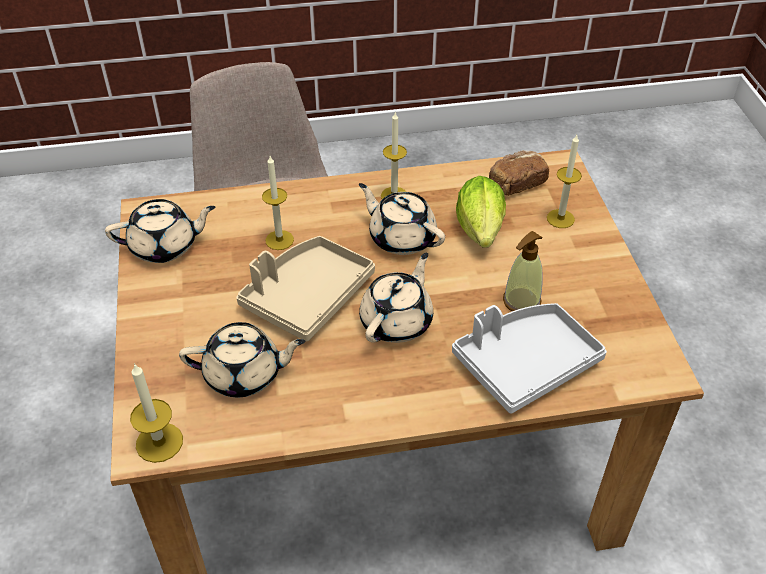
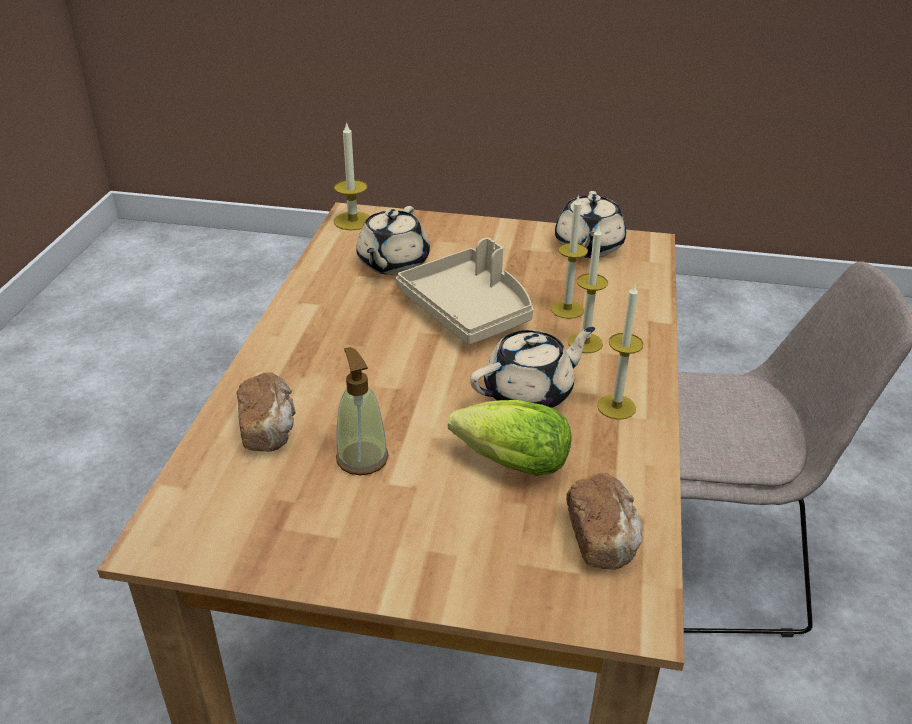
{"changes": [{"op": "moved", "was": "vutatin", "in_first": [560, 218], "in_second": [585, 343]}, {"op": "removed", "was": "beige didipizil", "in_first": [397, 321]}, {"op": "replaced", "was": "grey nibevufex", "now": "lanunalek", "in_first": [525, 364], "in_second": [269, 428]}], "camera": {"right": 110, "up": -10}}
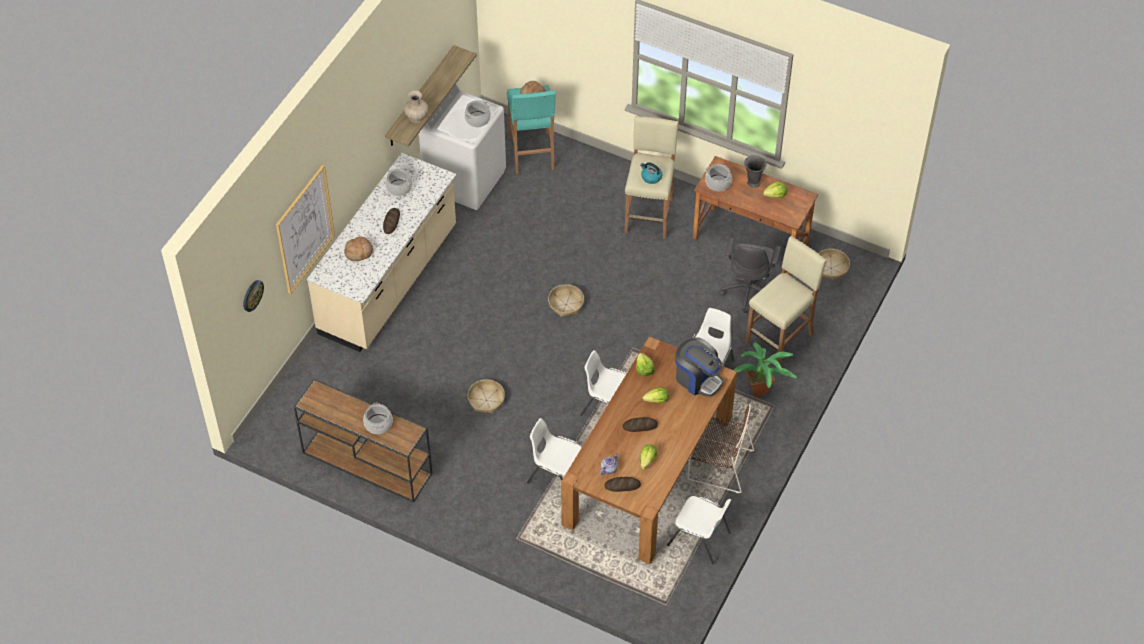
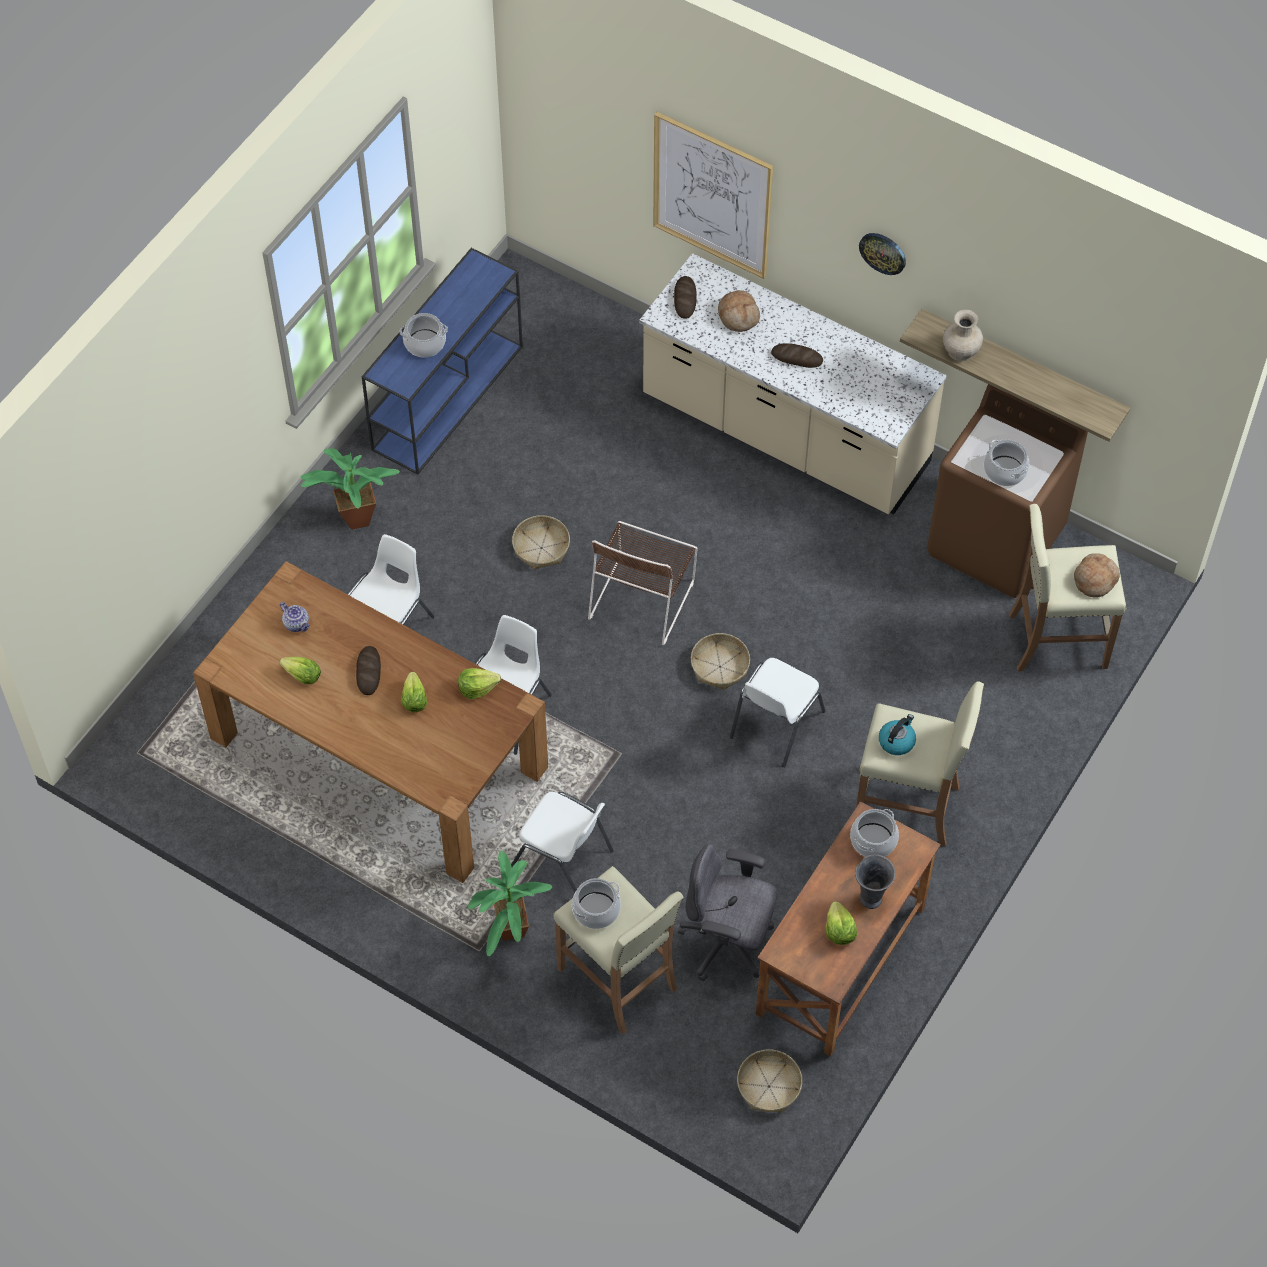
{"changes": [{"op": "recoloured", "was": "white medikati", "now": "brown medikati", "in_first": [465, 179], "in_second": [996, 541]}, {"op": "recoloured", "was": "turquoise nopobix", "now": "beige nopobix", "in_first": [532, 153], "in_second": [1056, 640]}, {"op": "moved", "was": "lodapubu", "in_first": [399, 188], "in_second": [596, 910]}, {"op": "moved", "was": "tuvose", "in_first": [252, 295], "in_second": [883, 252]}, {"op": "removed", "was": "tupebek", "in_first": [697, 378]}, {"op": "recoloured", "was": "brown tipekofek", "now": "blue tipekofek", "in_first": [366, 463], "in_second": [448, 396]}, {"op": "moved", "was": "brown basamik", "in_first": [718, 464], "in_second": [643, 597]}, {"op": "moved", "was": "lanunalek", "in_first": [622, 485], "in_second": [685, 299]}, {"op": "moved", "was": "white basamik", "in_first": [699, 539], "in_second": [775, 725]}, {"op": "added", "now": "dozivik", "in_second": [352, 519]}], "camera": {"right": 95, "up": 5}}
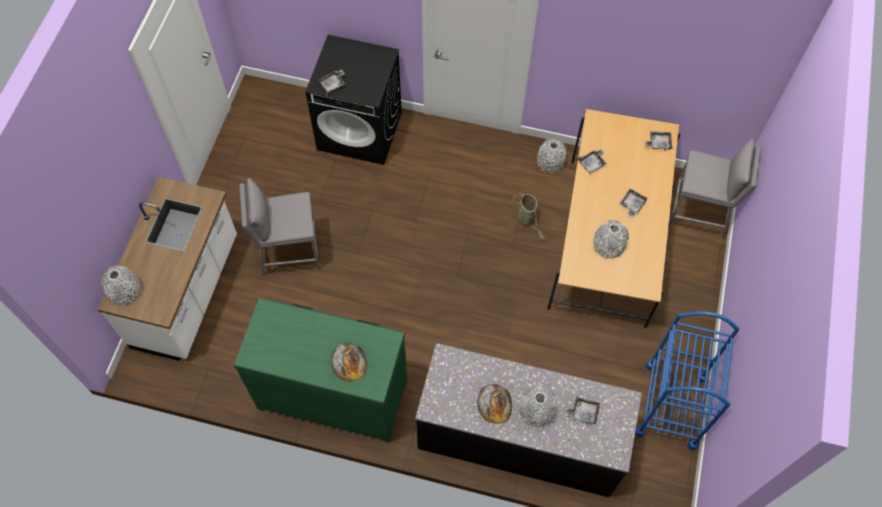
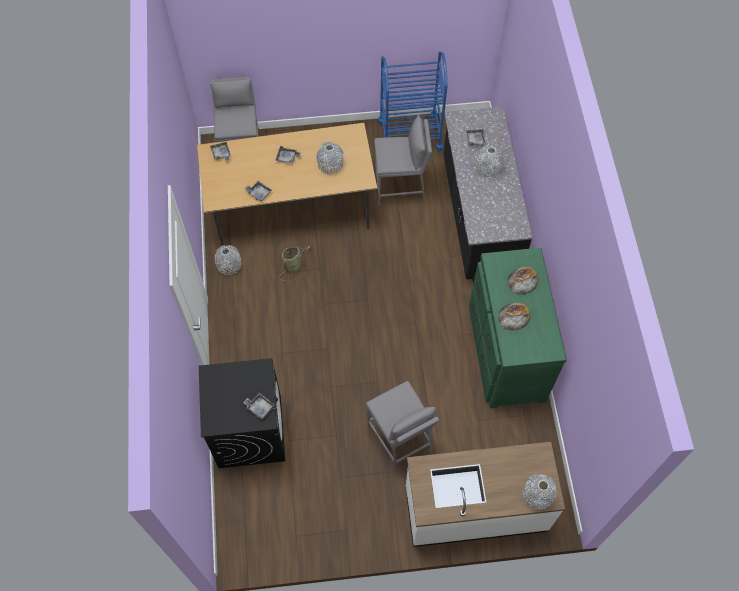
{"changes": [{"op": "moved", "was": "lanunalek", "in_first": [495, 403], "in_second": [514, 316]}, {"op": "added", "now": "grey nopobix", "in_second": [400, 188]}], "camera": {"right": -110, "up": 0}}
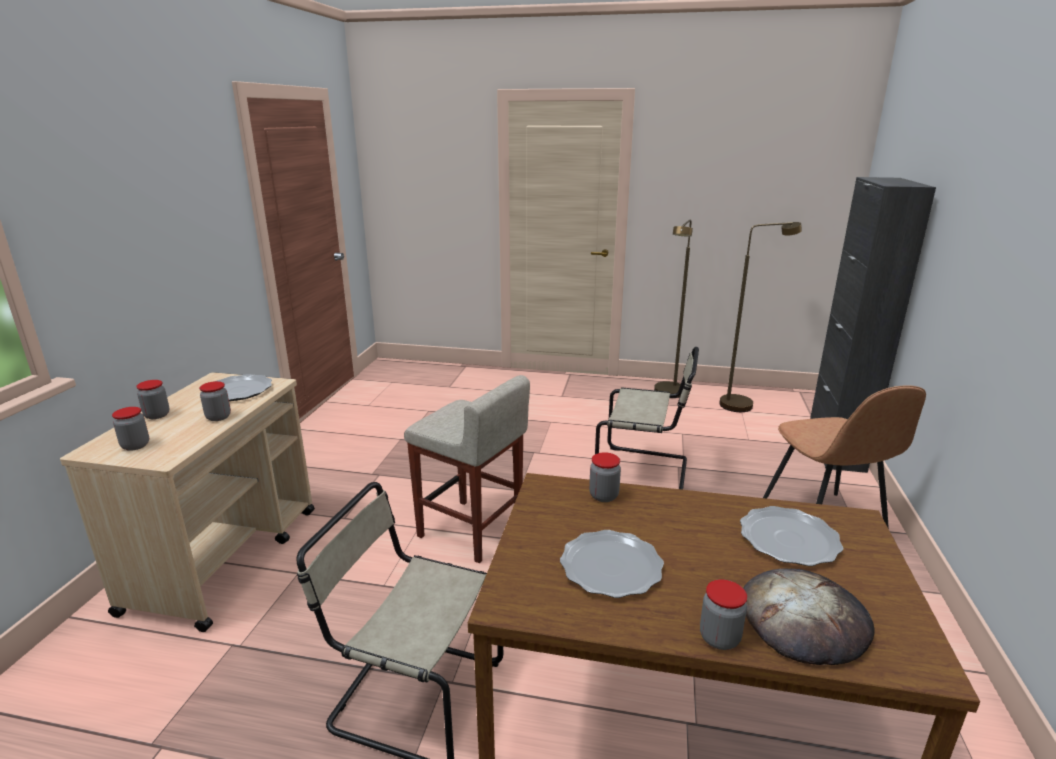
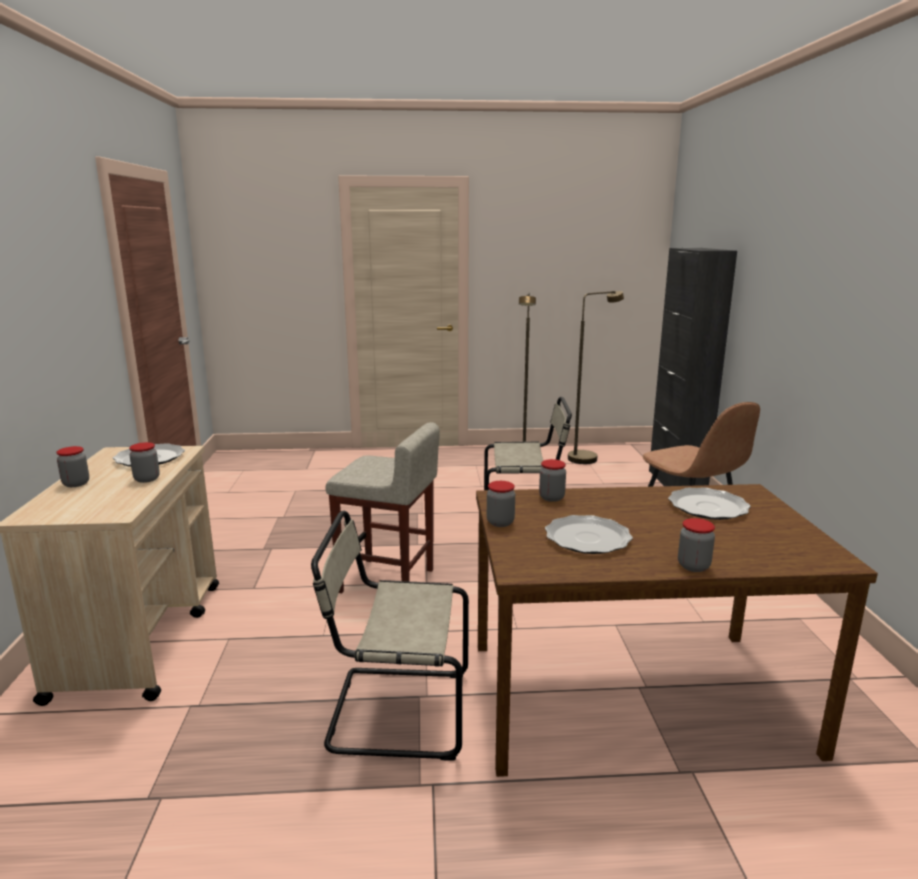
{"changes": [{"op": "moved", "was": "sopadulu", "in_first": [135, 445], "in_second": [500, 522]}, {"op": "removed", "was": "lanunalek", "in_first": [803, 620]}], "camera": {"right": -15, "up": -5}}
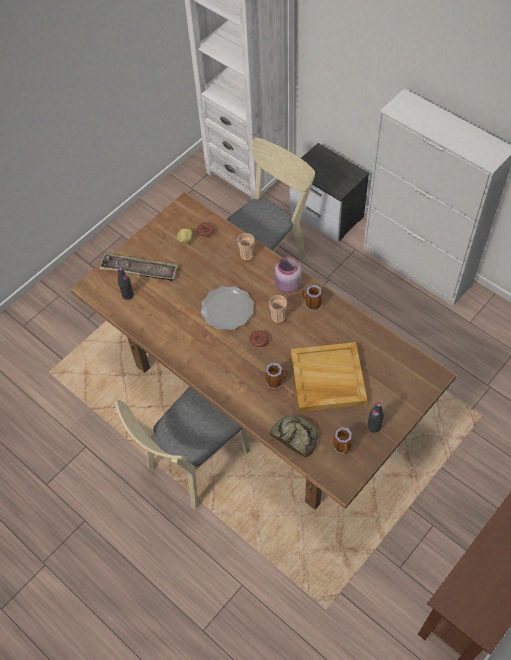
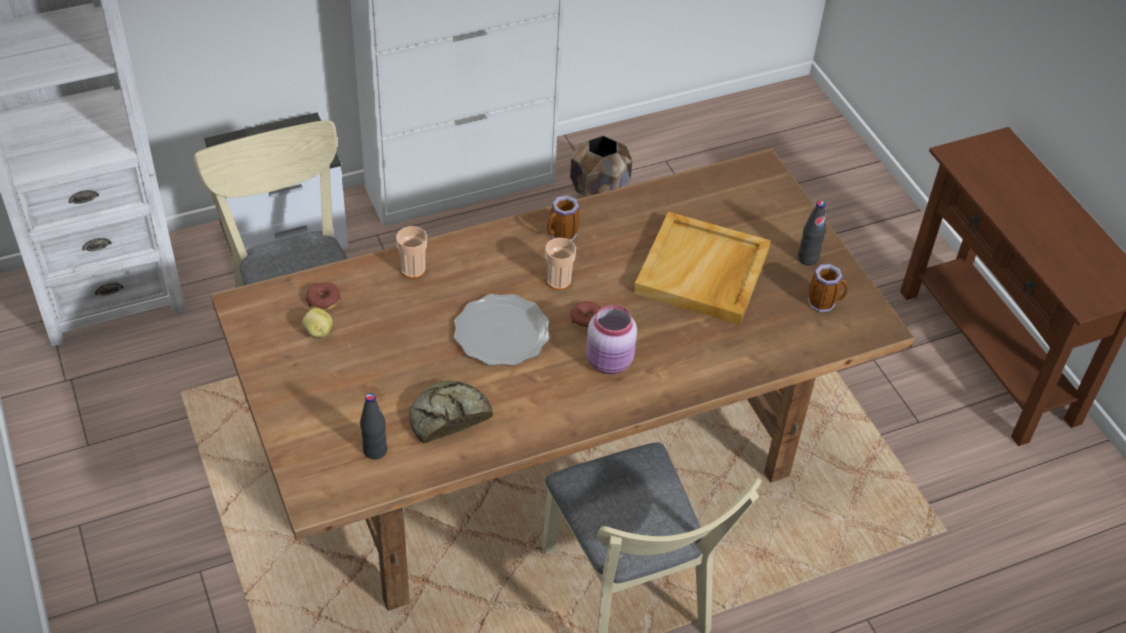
{"changes": [{"op": "removed", "was": "nibevufex", "in_first": [139, 270]}, {"op": "moved", "was": "pink sopadulu", "in_first": [287, 285], "in_second": [610, 362]}, {"op": "removed", "was": "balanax", "in_first": [276, 381]}, {"op": "moved", "was": "lanunalek", "in_first": [295, 437], "in_second": [447, 416]}, {"op": "added", "now": "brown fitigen", "in_second": [599, 190]}], "camera": {"right": -70, "up": -10}}
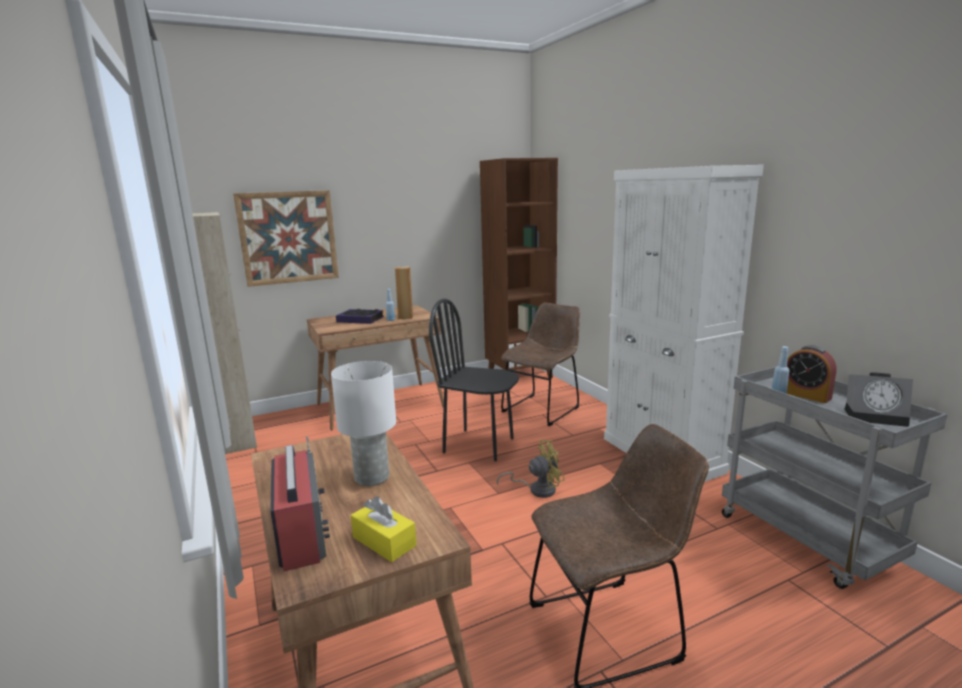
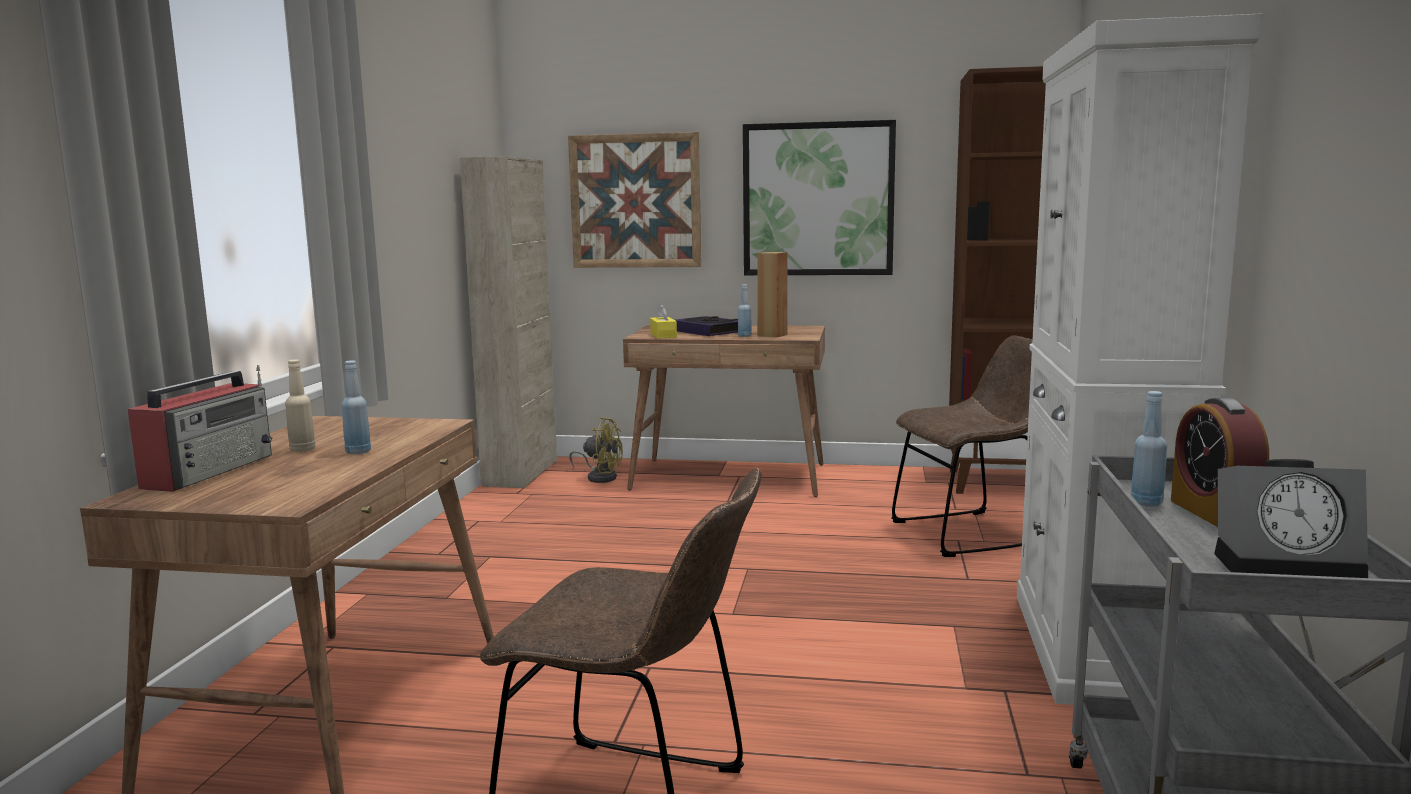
{"changes": [{"op": "removed", "was": "black basamik", "in_first": [479, 445]}, {"op": "replaced", "was": "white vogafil", "now": "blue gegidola", "in_first": [372, 477], "in_second": [358, 452]}, {"op": "turned", "was": "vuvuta", "in_first": [876, 416], "in_second": [1289, 567], "clockwise": -45}, {"op": "moved", "was": "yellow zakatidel", "in_first": [537, 489], "in_second": [600, 477]}, {"op": "moved", "was": "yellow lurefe", "in_first": [384, 541], "in_second": [663, 335]}, {"op": "added", "now": "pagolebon", "in_second": [818, 199]}, {"op": "added", "now": "beige gegidola", "in_second": [303, 450]}], "camera": {"right": 35, "up": -5}}
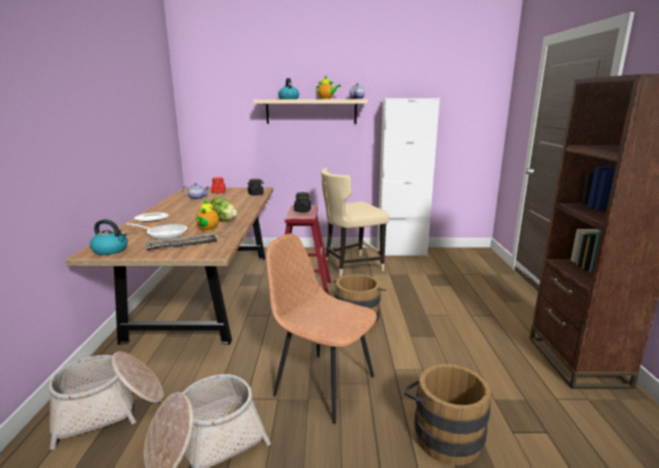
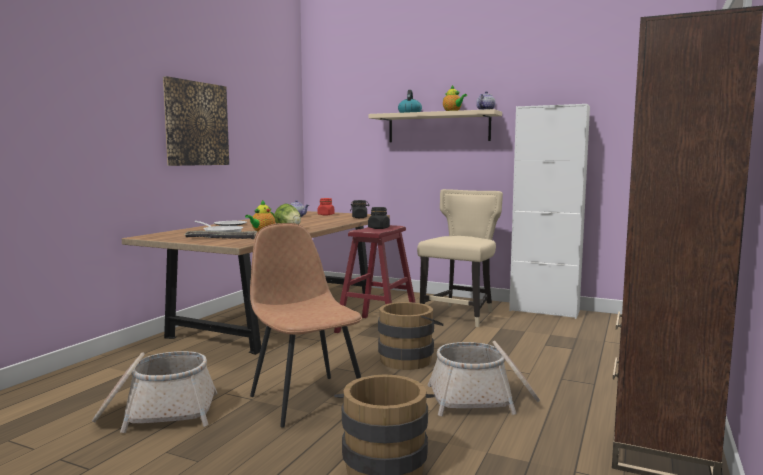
{"changes": [{"op": "turned", "was": "beige basamik", "in_first": [350, 266], "in_second": [460, 315], "clockwise": 120}, {"op": "removed", "was": "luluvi", "in_first": [111, 250]}, {"op": "moved", "was": "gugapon", "in_first": [109, 409], "in_second": [483, 399]}, {"op": "added", "now": "pagolebon", "in_second": [196, 124]}], "camera": {"right": 25, "up": -10}}
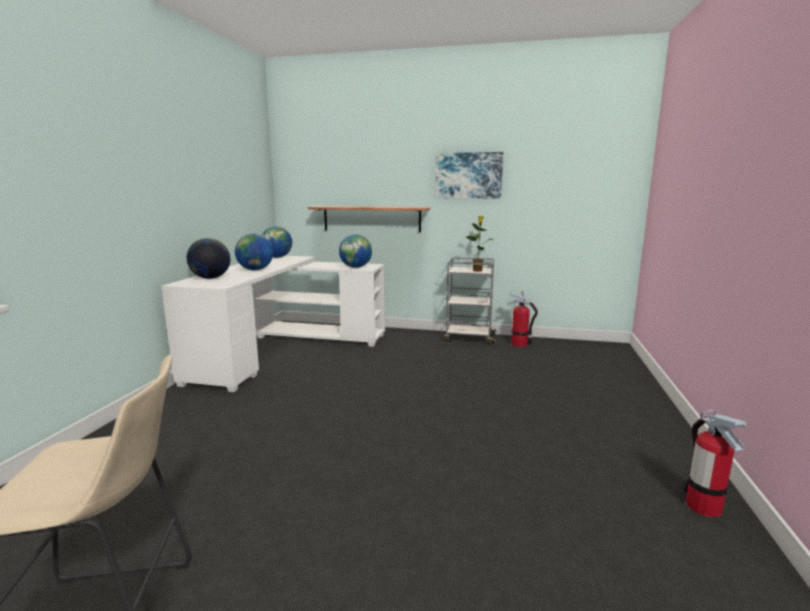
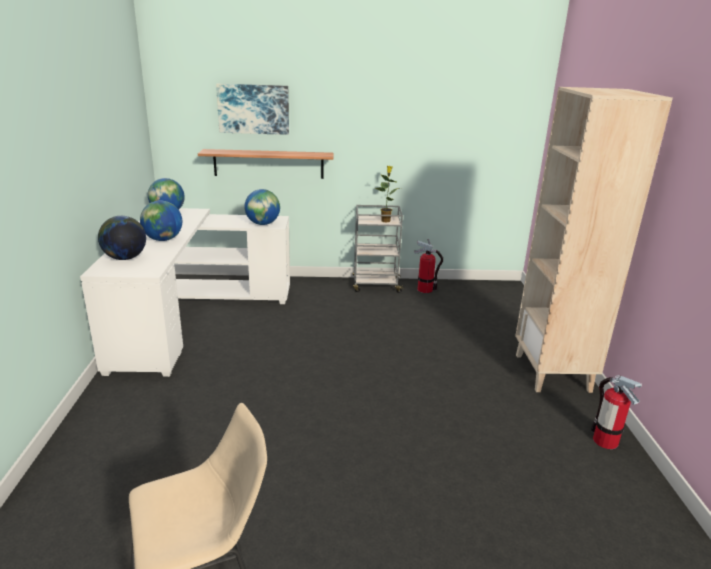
{"changes": [{"op": "moved", "was": "pagolebon", "in_first": [468, 175], "in_second": [253, 109]}, {"op": "added", "now": "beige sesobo", "in_second": [553, 373]}], "camera": {"right": -15, "up": 10}}
